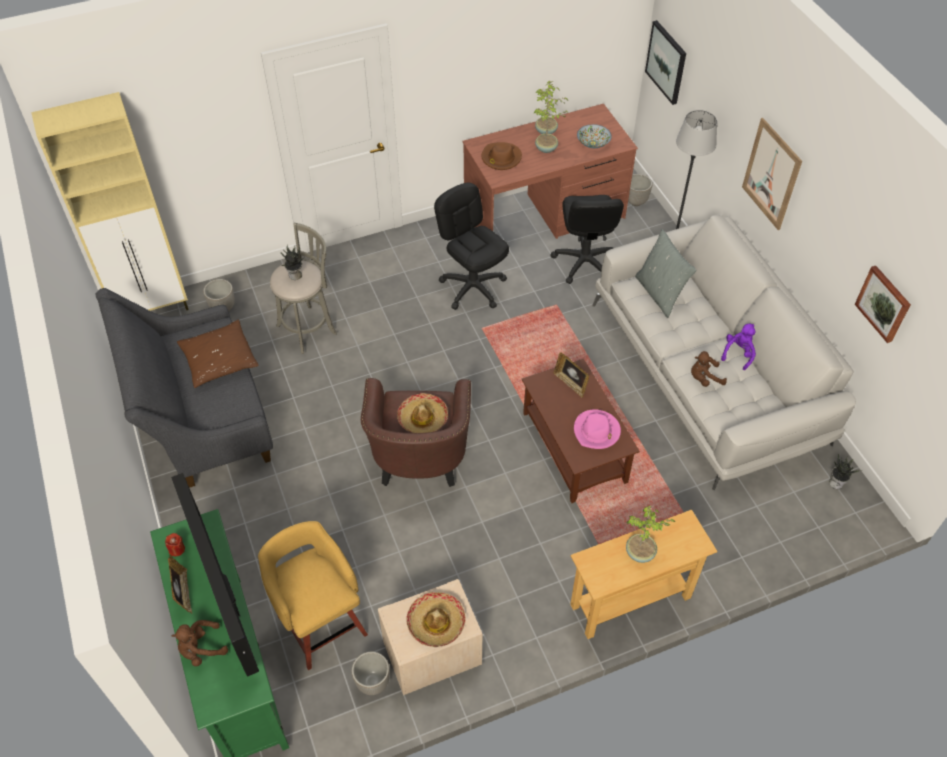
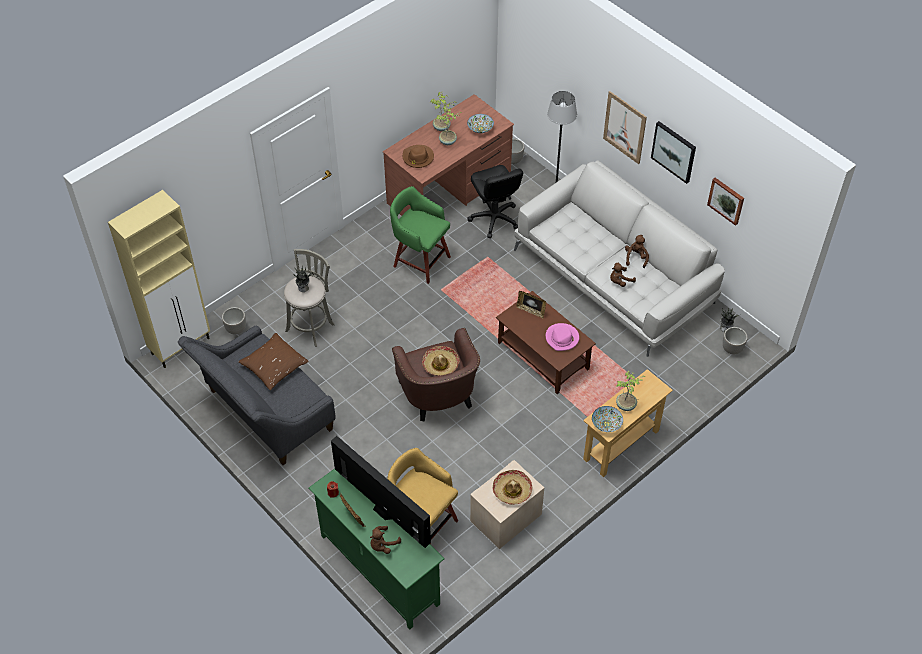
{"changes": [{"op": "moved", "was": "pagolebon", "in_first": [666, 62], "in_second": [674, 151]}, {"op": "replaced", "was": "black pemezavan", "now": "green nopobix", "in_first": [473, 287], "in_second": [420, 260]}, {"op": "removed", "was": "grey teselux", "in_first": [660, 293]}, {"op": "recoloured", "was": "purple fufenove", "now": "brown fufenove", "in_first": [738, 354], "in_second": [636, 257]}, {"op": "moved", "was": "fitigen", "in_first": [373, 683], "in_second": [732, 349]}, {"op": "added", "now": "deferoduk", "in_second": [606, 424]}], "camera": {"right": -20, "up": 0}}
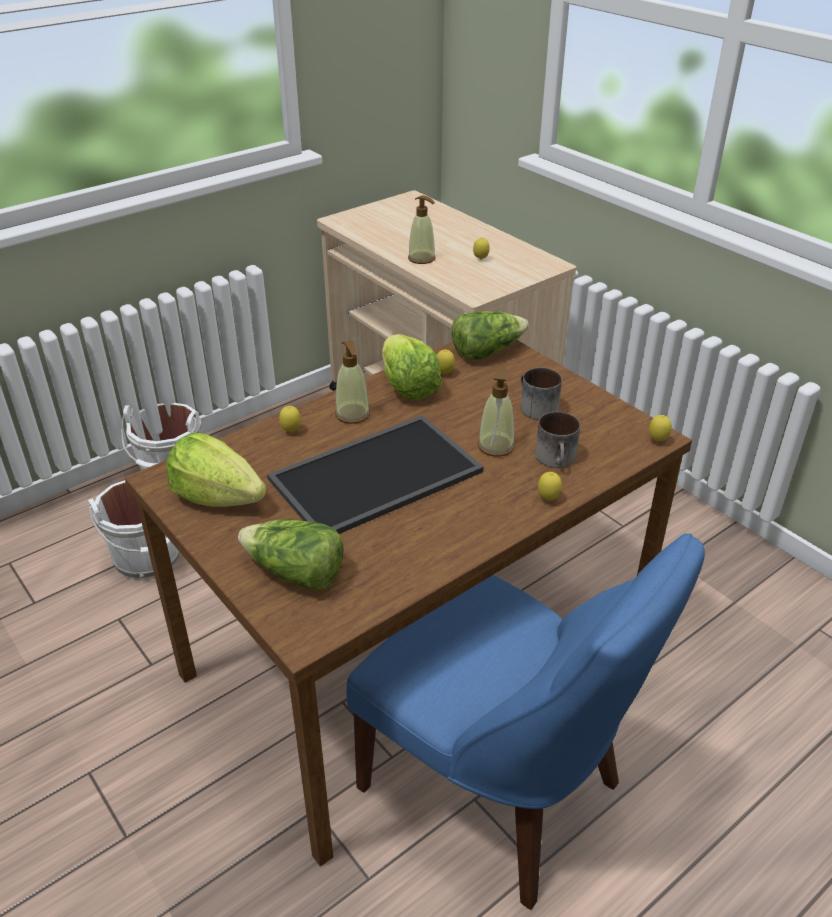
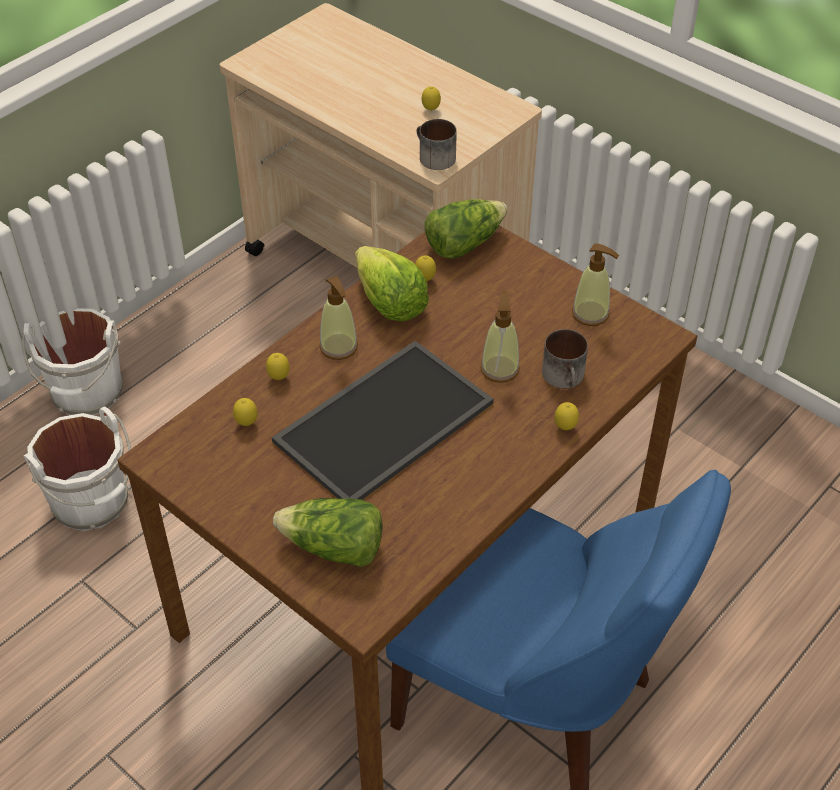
{"changes": [{"op": "moved", "was": "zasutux", "in_first": [422, 259], "in_second": [590, 314]}, {"op": "moved", "was": "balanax", "in_first": [534, 407], "in_second": [432, 157]}, {"op": "moved", "was": "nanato", "in_first": [657, 441], "in_second": [246, 423]}, {"op": "removed", "was": "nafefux", "in_first": [217, 497]}], "camera": {"right": -10, "up": 10}}
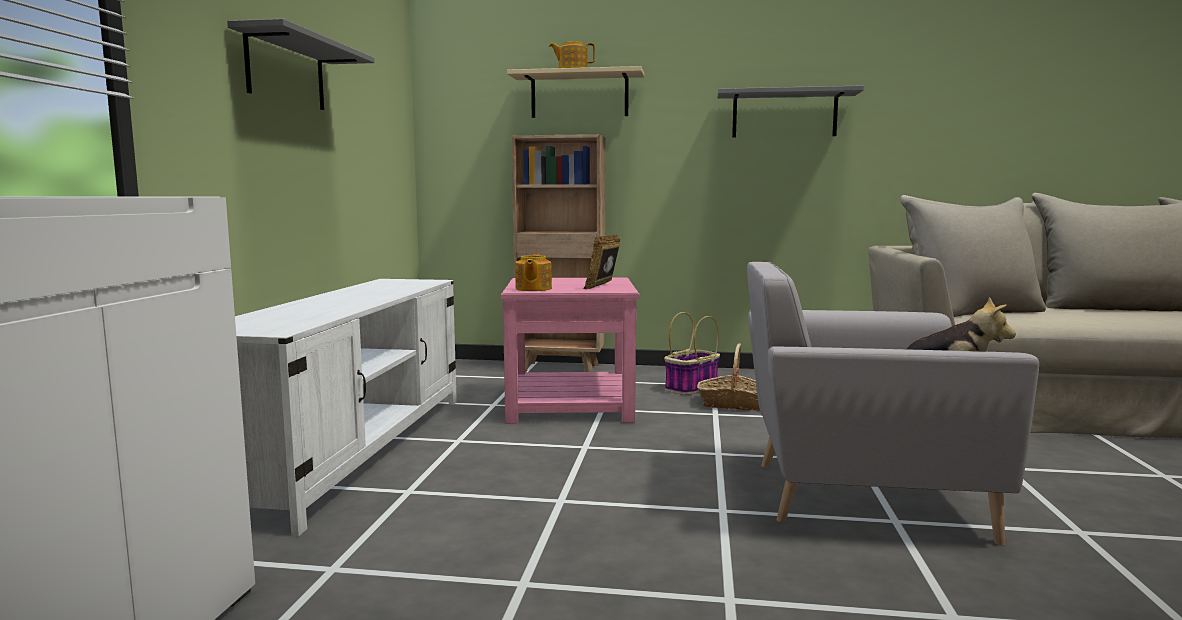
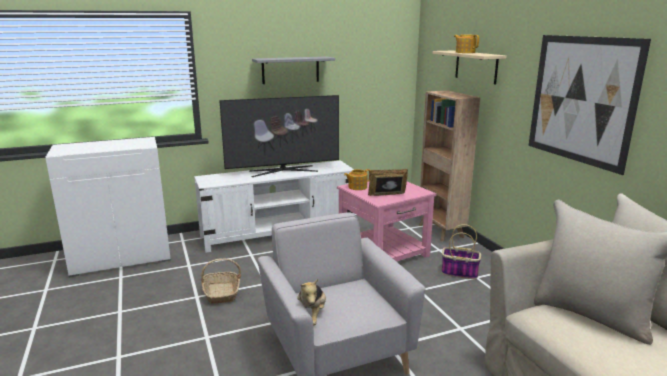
{"changes": [{"op": "replaced", "was": "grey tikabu", "now": "pagolebon", "in_first": [784, 114], "in_second": [581, 100]}, {"op": "moved", "was": "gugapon", "in_first": [733, 404], "in_second": [221, 293]}, {"op": "added", "now": "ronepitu", "in_second": [283, 171]}], "camera": {"right": 60, "up": 10}}
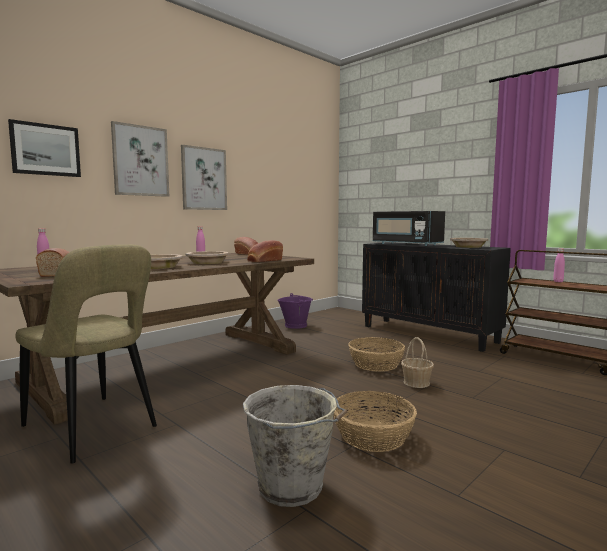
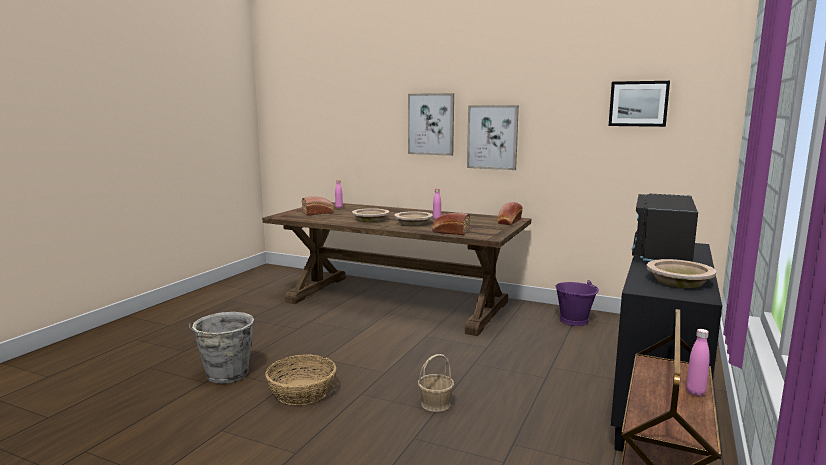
{"changes": [{"op": "moved", "was": "pagolebon", "in_first": [45, 150], "in_second": [638, 103]}, {"op": "removed", "was": "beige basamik", "in_first": [93, 429]}, {"op": "removed", "was": "gugapon", "in_first": [376, 364]}], "camera": {"right": 70, "up": 5}}
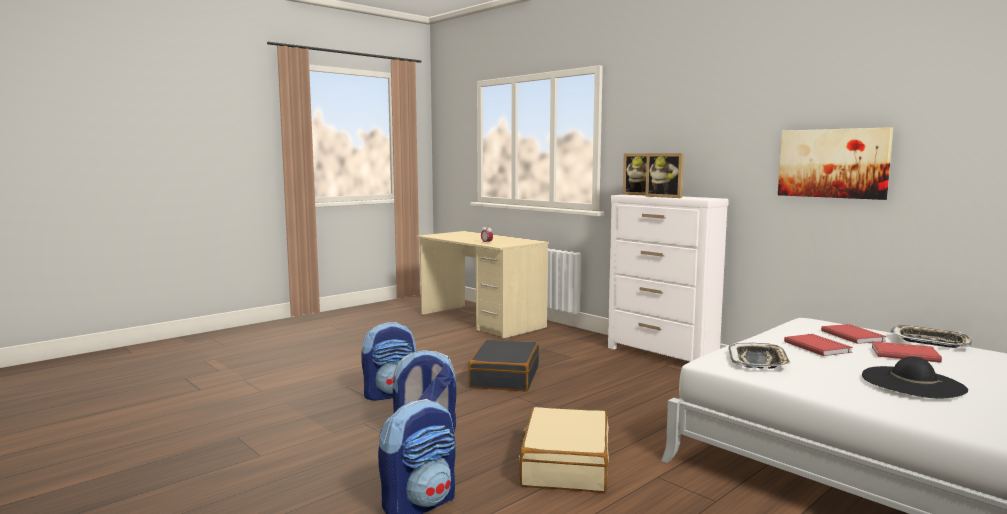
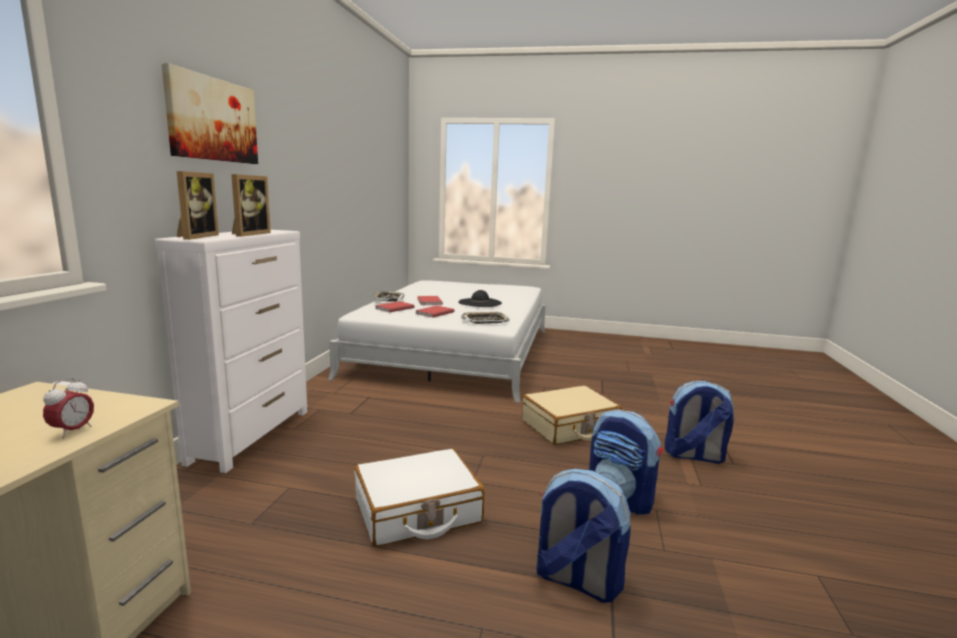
{"changes": [{"op": "moved", "was": "pagolebon", "in_first": [833, 163], "in_second": [212, 119]}, {"op": "recoloured", "was": "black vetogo", "now": "white vetogo", "in_first": [504, 377], "in_second": [417, 511]}], "camera": {"right": -125, "up": 5}}
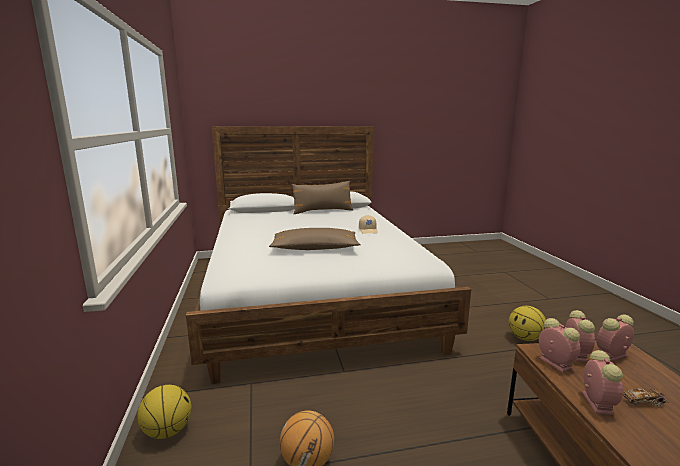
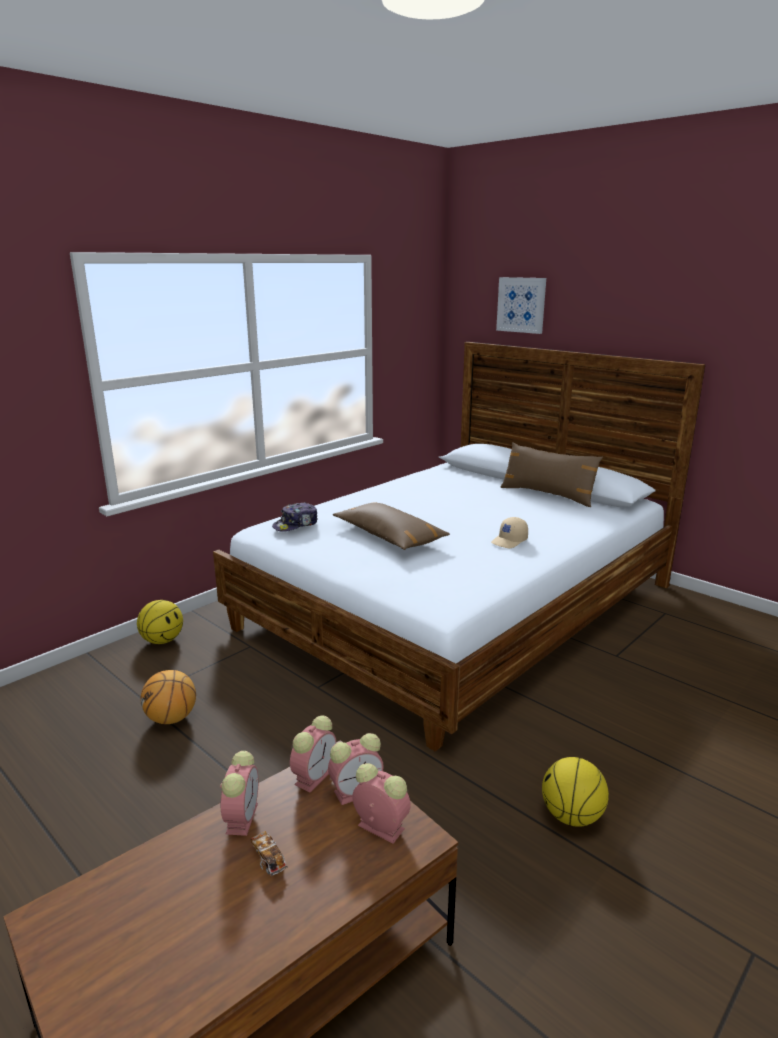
{"changes": [{"op": "turned", "was": "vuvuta", "in_first": [596, 402], "in_second": [242, 817], "clockwise": -60}, {"op": "added", "now": "pagolebon", "in_second": [521, 305]}, {"op": "added", "now": "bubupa", "in_second": [296, 525]}], "camera": {"right": 55, "up": 5}}
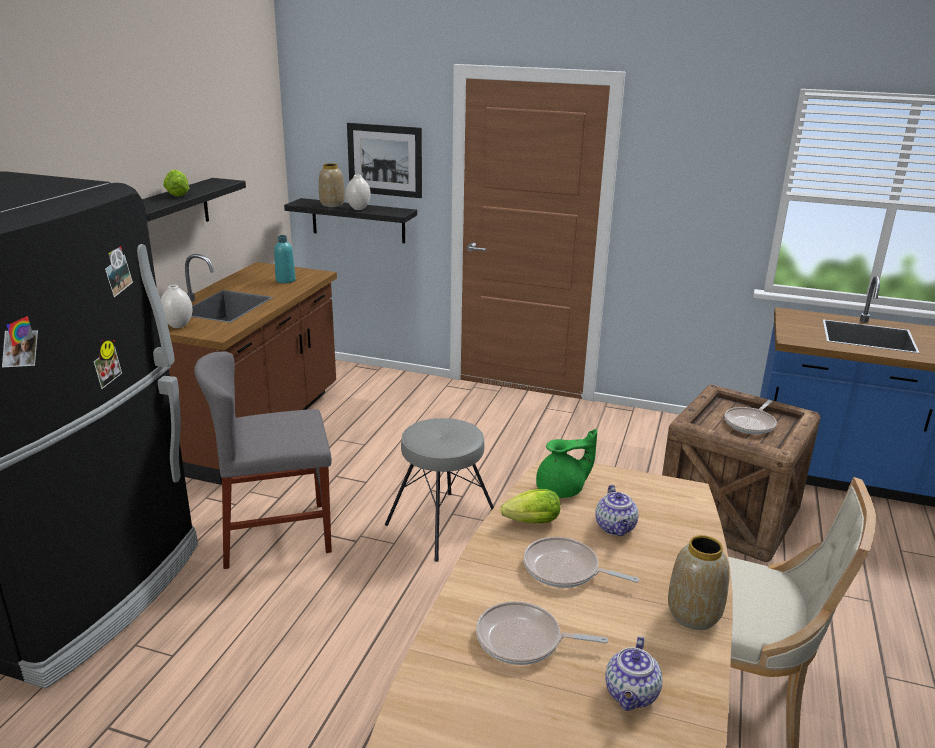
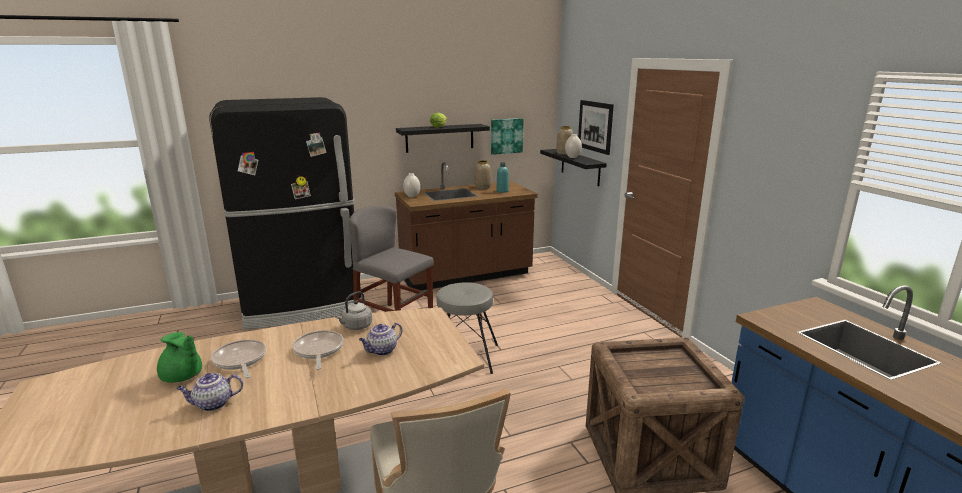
{"changes": [{"op": "removed", "was": "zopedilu", "in_first": [751, 423]}, {"op": "moved", "was": "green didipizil", "in_first": [562, 490], "in_second": [182, 377]}, {"op": "replaced", "was": "nafefux", "now": "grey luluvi", "in_first": [529, 523], "in_second": [356, 326]}, {"op": "moved", "was": "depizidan", "in_first": [694, 615], "in_second": [483, 187]}, {"op": "added", "now": "pagolebon", "in_second": [506, 136]}], "camera": {"right": 50, "up": -5}}
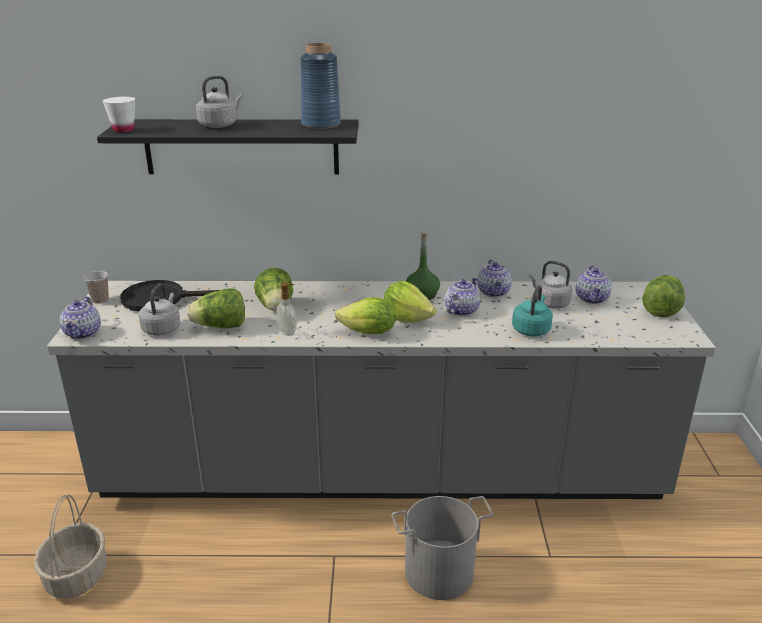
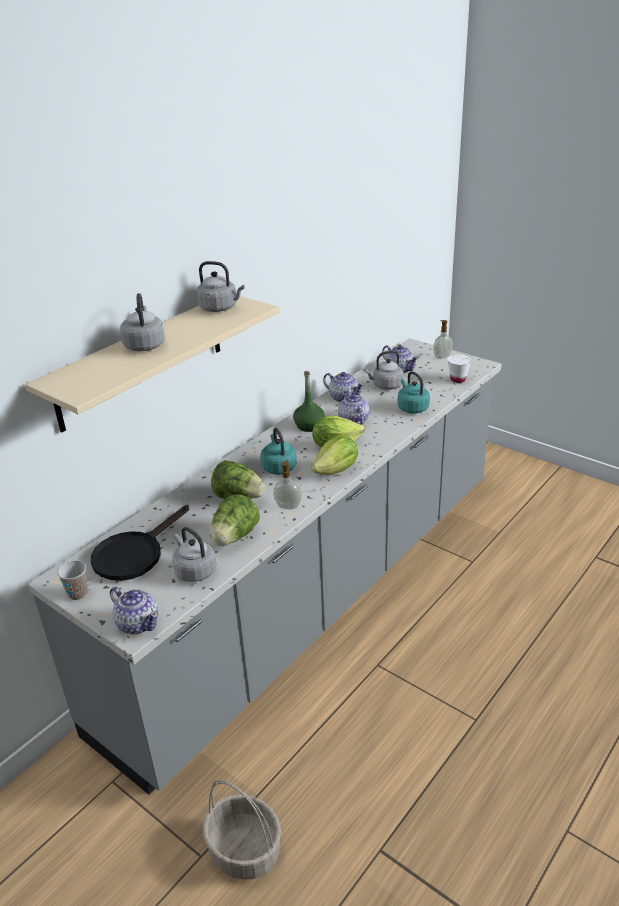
{"changes": [{"op": "replaced", "was": "blue depizidan", "now": "grey luluvi", "in_first": [321, 124], "in_second": [220, 308]}, {"op": "moved", "was": "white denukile", "in_first": [123, 130], "in_second": [457, 379]}, {"op": "recoloured", "was": "black tikabu", "now": "beige tikabu", "in_first": [241, 147], "in_second": [141, 361]}, {"op": "replaced", "was": "nafefux", "now": "zasutux", "in_first": [661, 310], "in_second": [442, 356]}, {"op": "removed", "was": "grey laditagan", "in_first": [439, 573]}, {"op": "added", "now": "turquoise luluvi", "in_second": [278, 467]}], "camera": {"right": -50, "up": 5}}
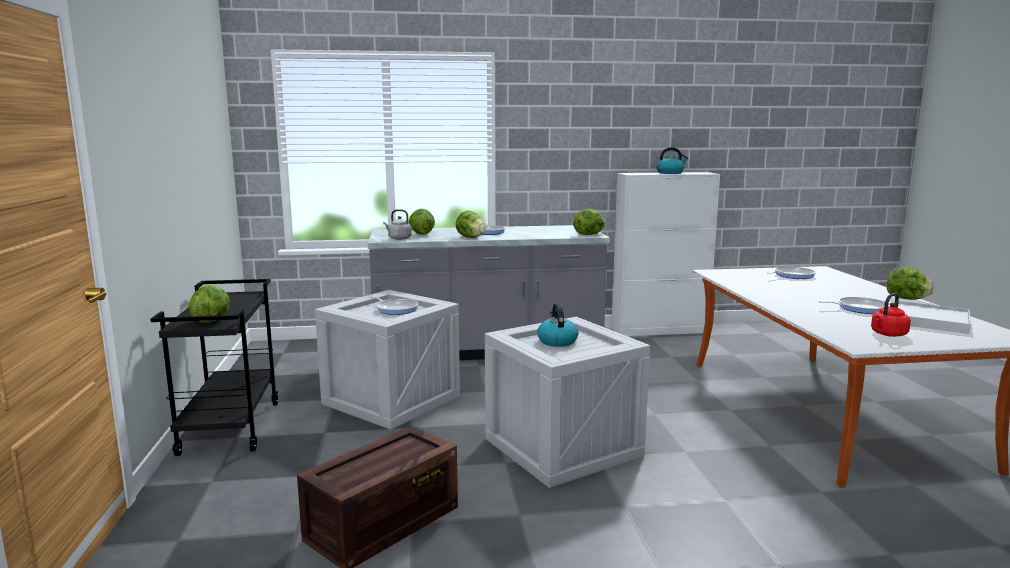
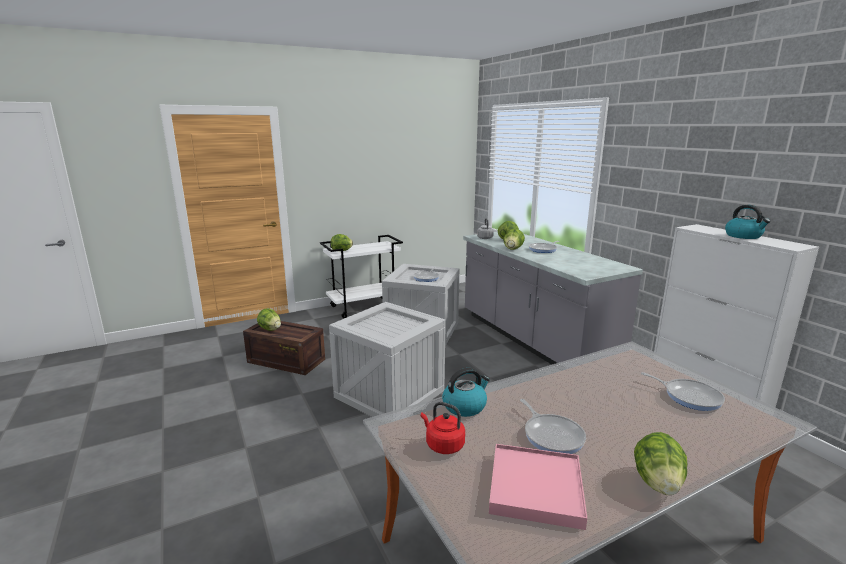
{"changes": [{"op": "moved", "was": "nafefux", "in_first": [589, 234], "in_second": [270, 329]}, {"op": "recoloured", "was": "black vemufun", "now": "white vemufun", "in_first": [230, 427], "in_second": [364, 307]}, {"op": "recoloured", "was": "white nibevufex", "now": "pink nibevufex", "in_first": [931, 321], "in_second": [535, 488]}, {"op": "moved", "was": "luluvi", "in_first": [557, 341], "in_second": [465, 406]}], "camera": {"right": 70, "up": 5}}
